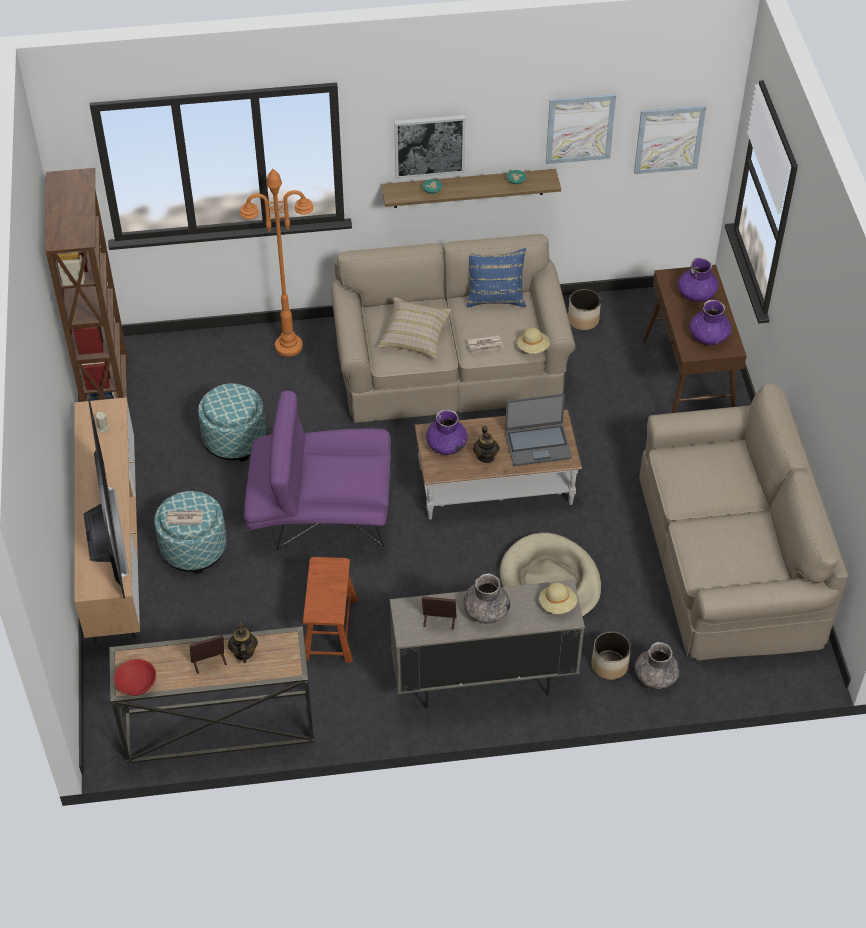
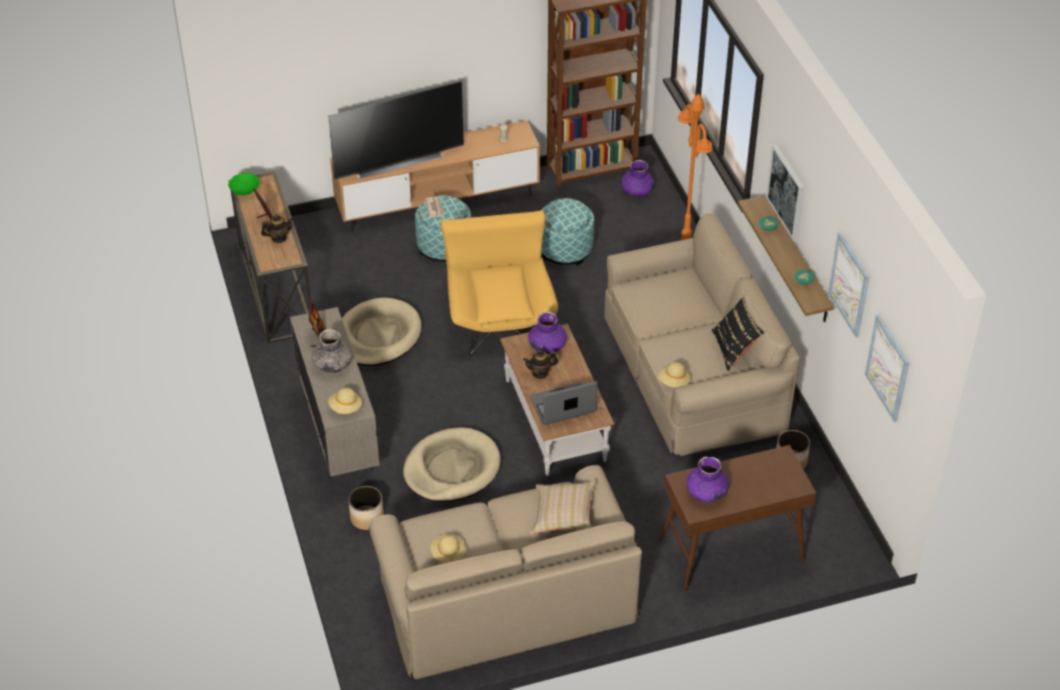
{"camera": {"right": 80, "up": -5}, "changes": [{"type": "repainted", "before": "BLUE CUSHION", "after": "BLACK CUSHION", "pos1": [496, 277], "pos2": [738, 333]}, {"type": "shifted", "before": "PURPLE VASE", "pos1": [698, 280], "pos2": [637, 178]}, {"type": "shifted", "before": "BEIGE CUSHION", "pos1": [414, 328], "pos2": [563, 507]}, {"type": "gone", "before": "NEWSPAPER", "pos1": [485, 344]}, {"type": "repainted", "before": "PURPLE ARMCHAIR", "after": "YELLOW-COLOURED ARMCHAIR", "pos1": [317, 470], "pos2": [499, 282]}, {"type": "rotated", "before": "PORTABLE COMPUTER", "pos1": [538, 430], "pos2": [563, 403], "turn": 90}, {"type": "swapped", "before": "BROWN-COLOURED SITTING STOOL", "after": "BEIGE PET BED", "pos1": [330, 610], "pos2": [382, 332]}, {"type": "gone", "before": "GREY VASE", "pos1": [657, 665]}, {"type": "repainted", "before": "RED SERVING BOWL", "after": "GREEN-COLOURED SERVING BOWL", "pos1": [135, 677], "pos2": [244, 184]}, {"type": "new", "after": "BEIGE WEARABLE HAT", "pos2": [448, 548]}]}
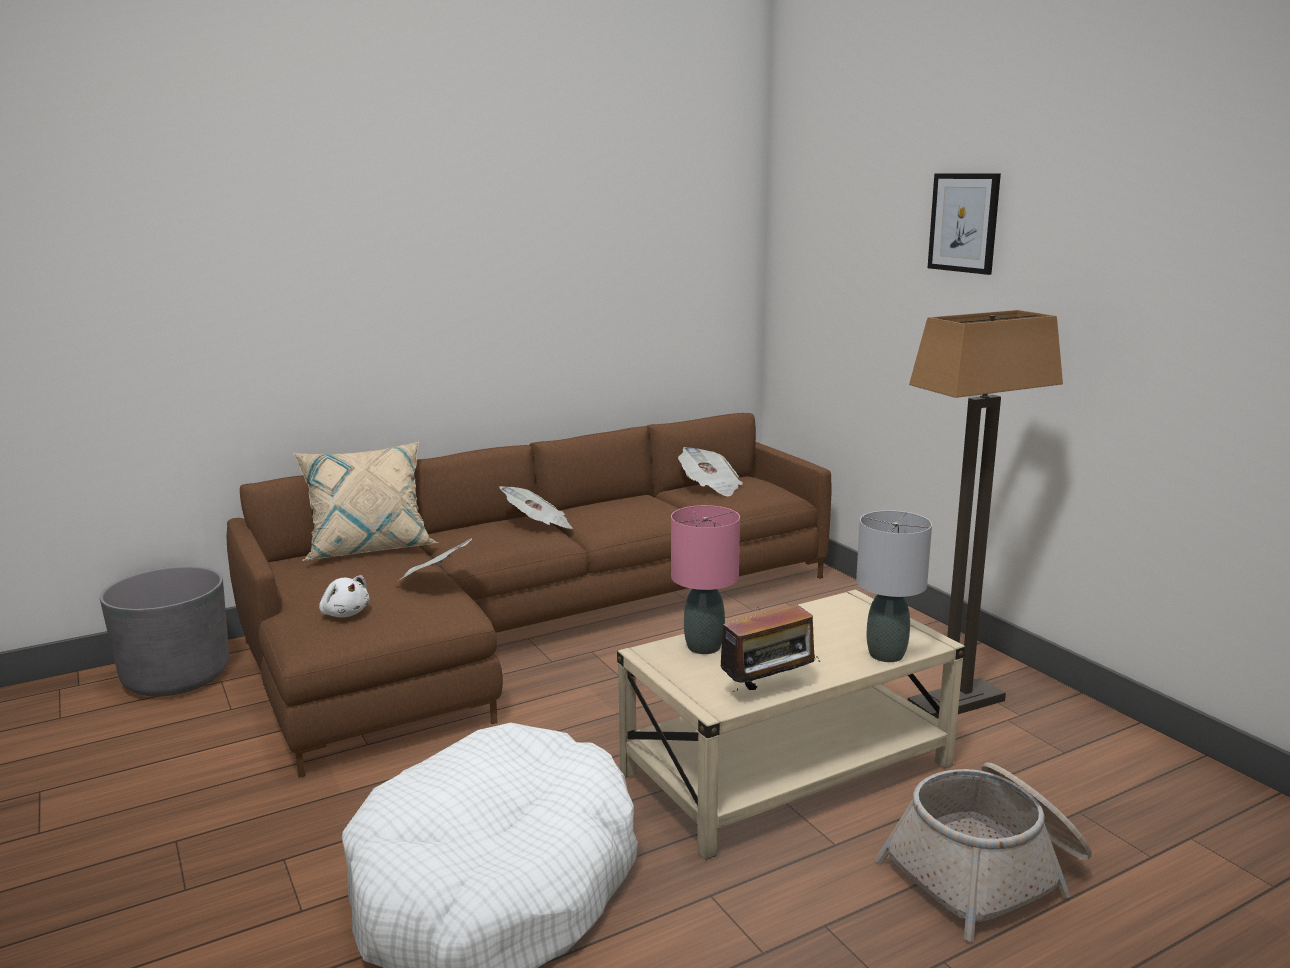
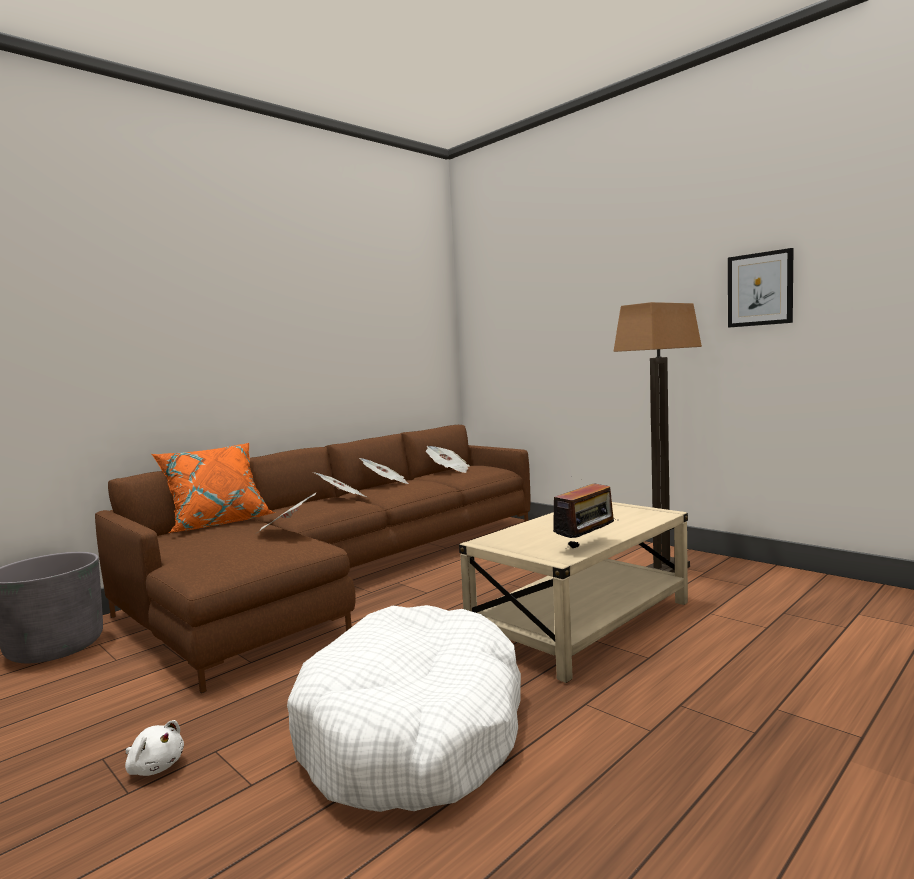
{"camera": {"right": -15, "up": -10}, "changes": [{"type": "shifted", "before": "WALL ART", "pos1": [964, 224], "pos2": [760, 288]}, {"type": "repainted", "before": "BEIGE CUSHION", "after": "ORANGE-COLOURED CUSHION", "pos1": [365, 501], "pos2": [213, 488]}, {"type": "gone", "before": "PINK TABLETOP LAMP", "pos1": [705, 579]}, {"type": "gone", "before": "GREY TABLETOP LAMP", "pos1": [894, 586]}, {"type": "shifted", "before": "WHITISH SOFT TOY", "pos1": [344, 596], "pos2": [154, 748]}, {"type": "gone", "before": "HOUSEHOLD BASKET", "pos1": [983, 851]}, {"type": "new", "after": "NEWSPAPER", "pos2": [384, 471]}]}
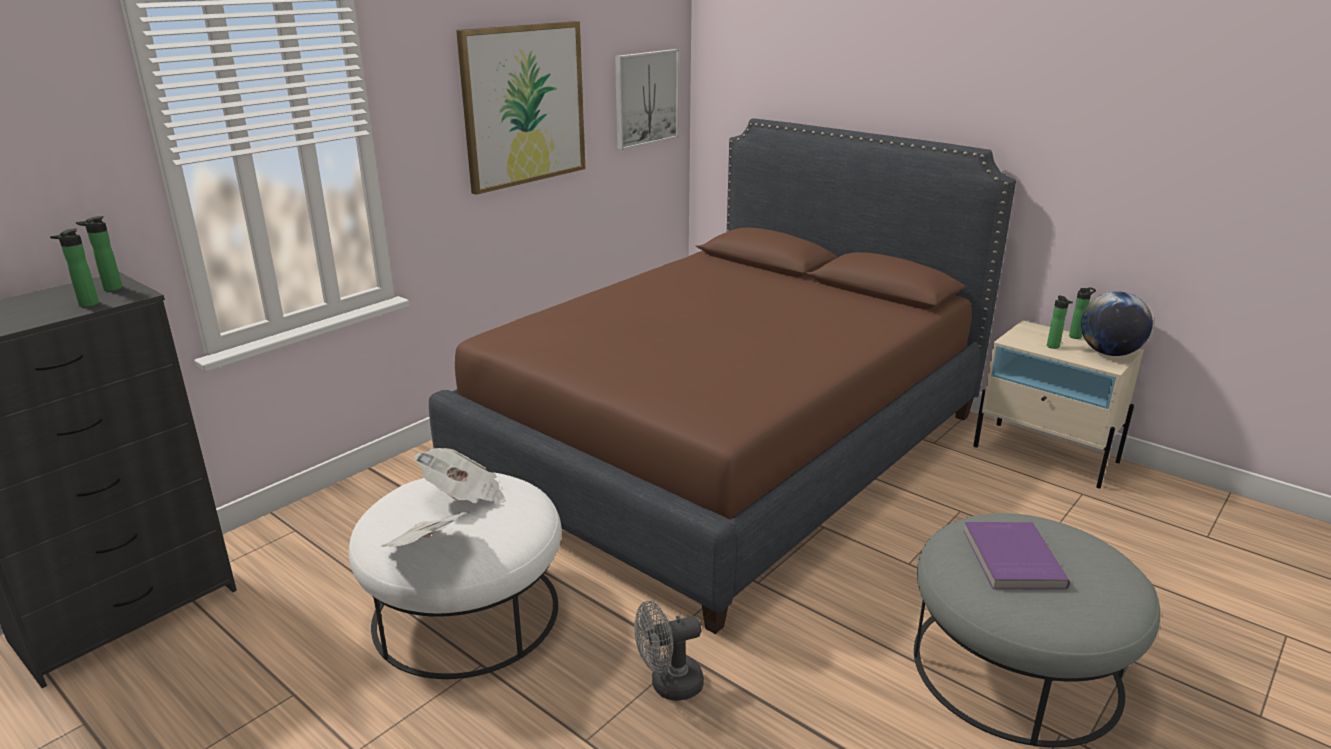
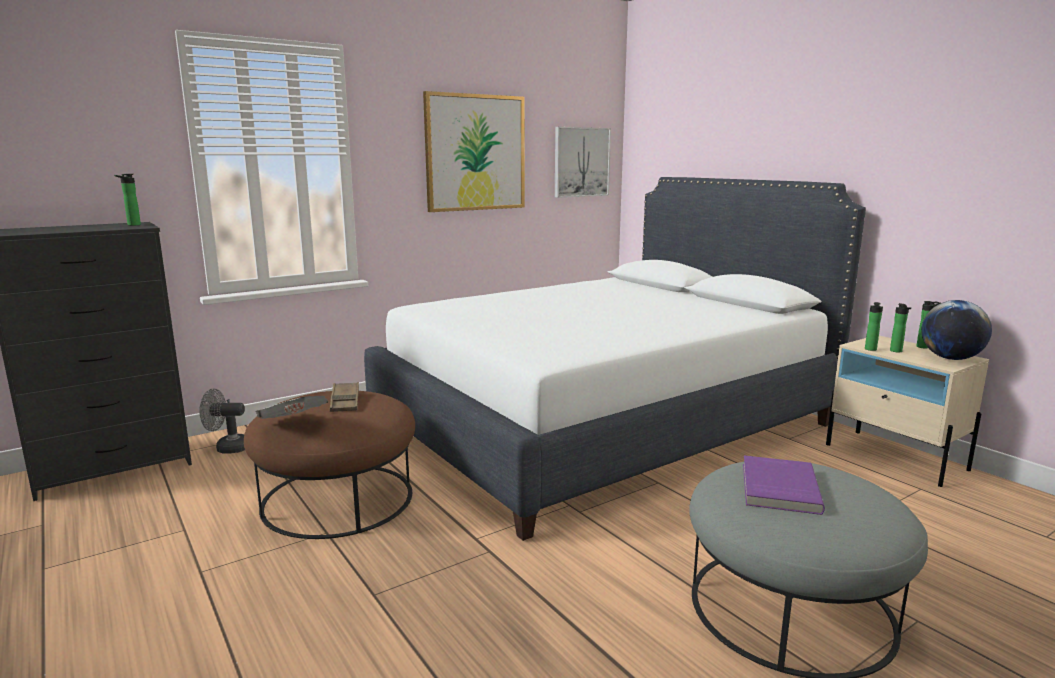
{"camera": {"right": 15, "up": -10}, "changes": [{"type": "repainted", "before": "BROWN-COLOURED BED", "after": "WHITISH BED", "pos1": [722, 376], "pos2": [615, 359]}, {"type": "shifted", "before": "BOTTLE", "pos1": [74, 267], "pos2": [874, 326]}, {"type": "swapped", "before": "NEWSPAPER", "after": "BROWN-COLOURED CARRYING TRAY", "pos1": [460, 475], "pos2": [344, 397]}, {"type": "repainted", "before": "WHITISH POUFFE", "after": "BROWN-COLOURED POUFFE", "pos1": [455, 575], "pos2": [329, 465]}, {"type": "shifted", "before": "GREY COOLING FAN", "pos1": [669, 651], "pos2": [222, 421]}]}
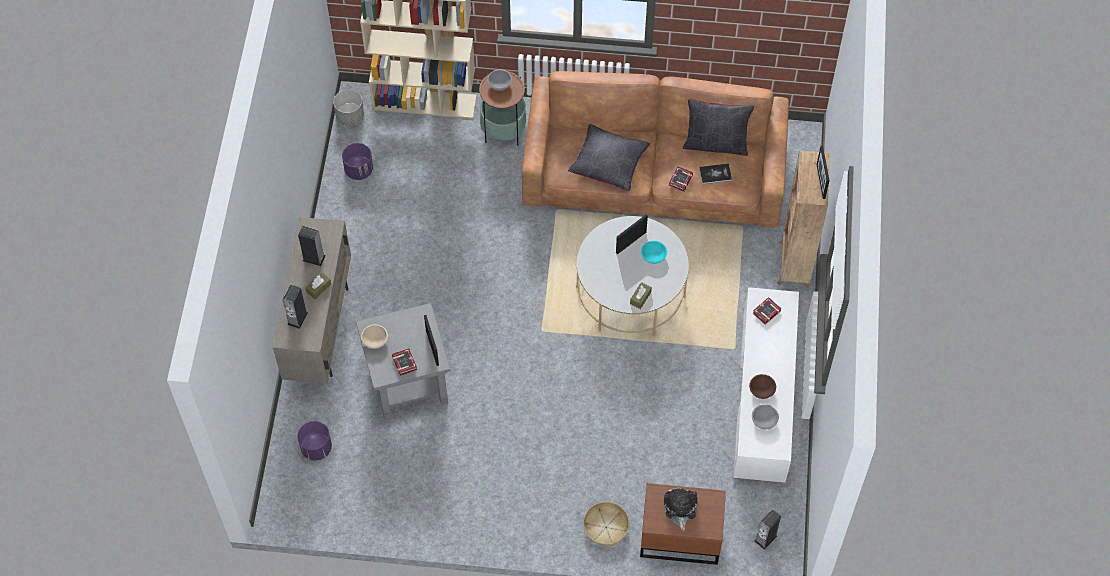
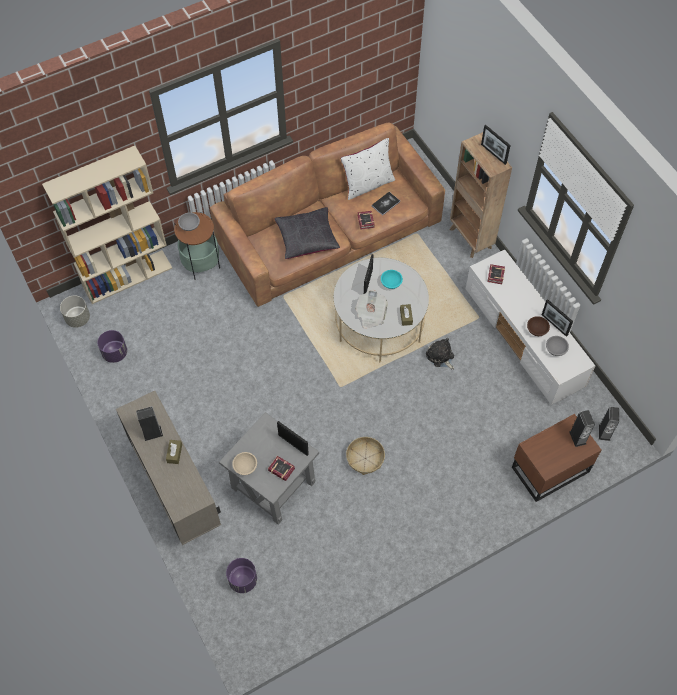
{"camera": {"right": -35, "up": 0}, "changes": [{"type": "repainted", "before": "BLACK CUSHION", "after": "WHITISH CUSHION", "pos1": [718, 127], "pos2": [368, 169]}, {"type": "shifted", "before": "LOUDSPEAKER", "pos1": [295, 307], "pos2": [582, 428]}, {"type": "shifted", "before": "SOFT TOY", "pos1": [680, 509], "pos2": [440, 354]}, {"type": "shifted", "before": "HOUSEHOLD BASKET", "pos1": [606, 523], "pos2": [365, 456]}, {"type": "new", "after": "NEWSPAPER", "pos2": [371, 309]}, {"type": "new", "after": "PICTURE FRAME", "pos2": [557, 318]}]}
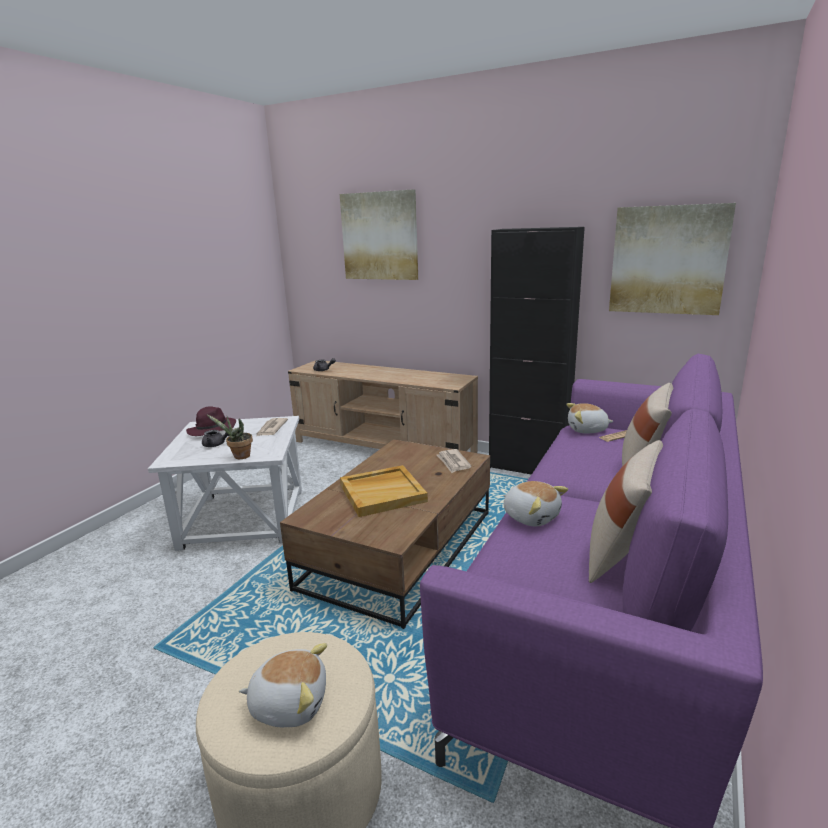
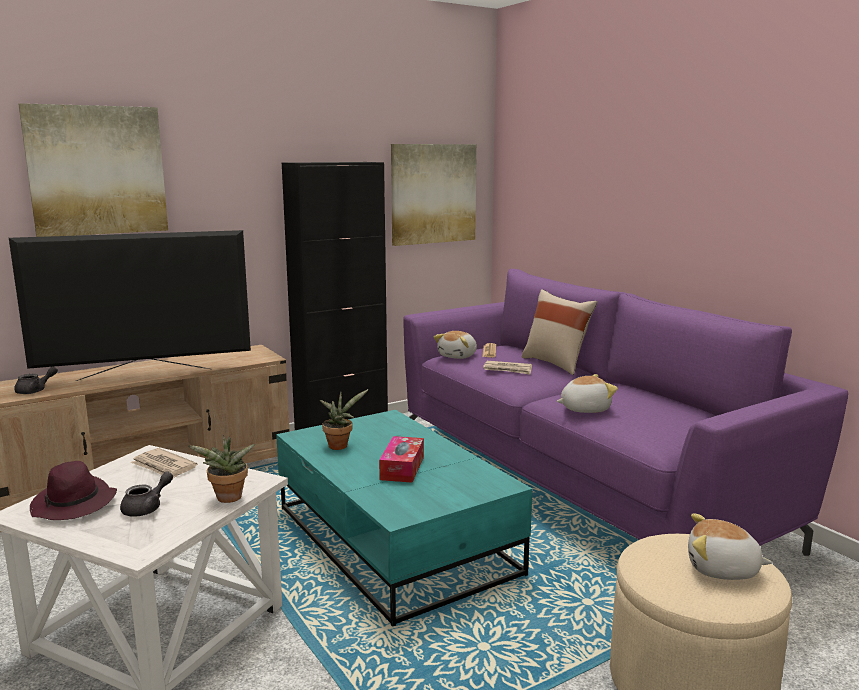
{"camera": {"right": -60, "up": -5}, "changes": [{"type": "repainted", "before": "BROWN-COLOURED LOW TABLE", "after": "TURQUOISE LOW TABLE", "pos1": [385, 534], "pos2": [404, 518]}, {"type": "gone", "before": "BEIGE CUSHION", "pos1": [626, 511]}, {"type": "shifted", "before": "NEWSPAPER", "pos1": [454, 461], "pos2": [507, 368]}, {"type": "swapped", "before": "BEIGE CARRYING TRAY", "after": "TISSUE BOX", "pos1": [384, 491], "pos2": [401, 459]}, {"type": "rotated", "before": "SOFT TOY", "pos1": [283, 685], "pos2": [730, 546], "turn": -105}, {"type": "new", "after": "TELEVISION", "pos2": [130, 305]}, {"type": "new", "after": "HOUSEPLANT", "pos2": [344, 419]}]}
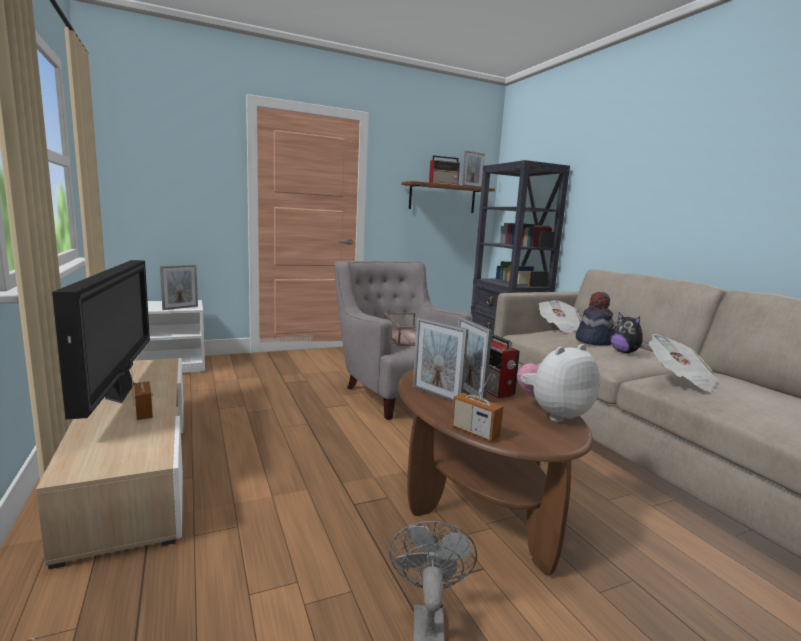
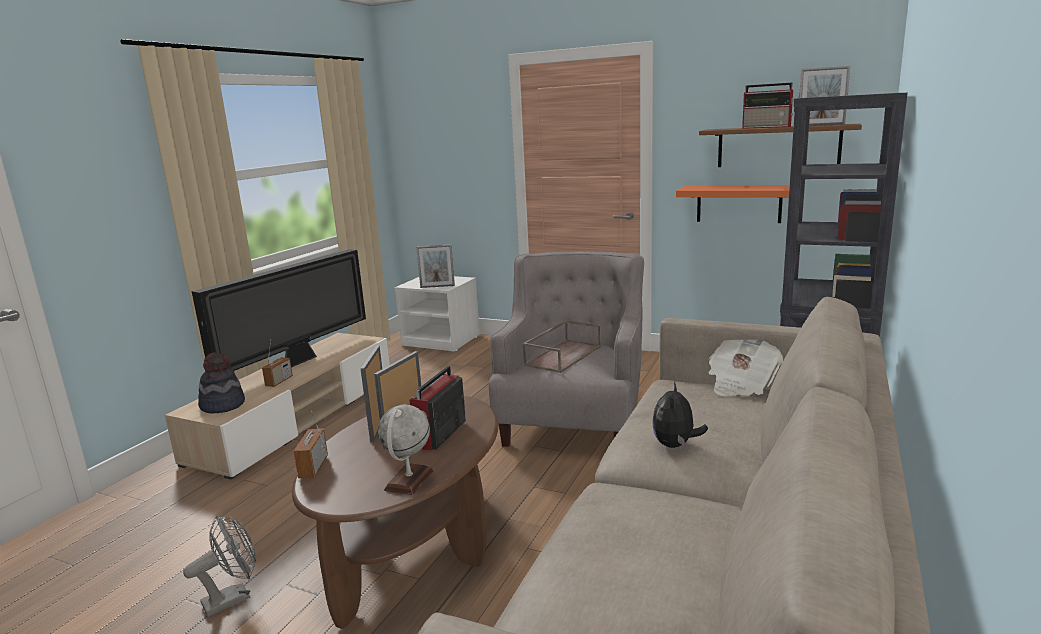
{"camera": {"right": 50, "up": 5}, "changes": [{"type": "shifted", "before": "WEARABLE HAT", "pos1": [595, 319], "pos2": [221, 382]}, {"type": "gone", "before": "NEWSPAPER", "pos1": [684, 363]}, {"type": "swapped", "before": "SOFT TOY", "after": "GLOBE", "pos1": [558, 383], "pos2": [406, 450]}, {"type": "new", "after": "ORANGE-COLOURED BRACKET SHELF", "pos2": [733, 204]}]}
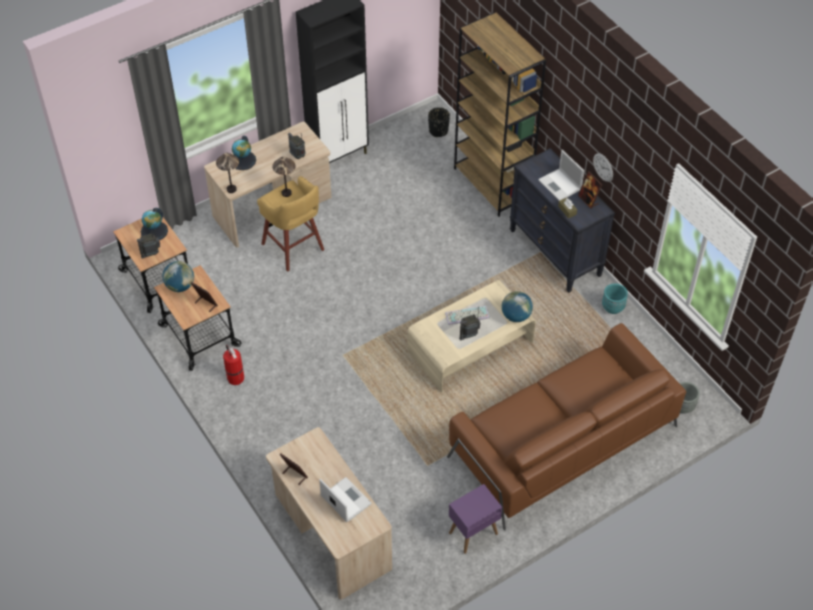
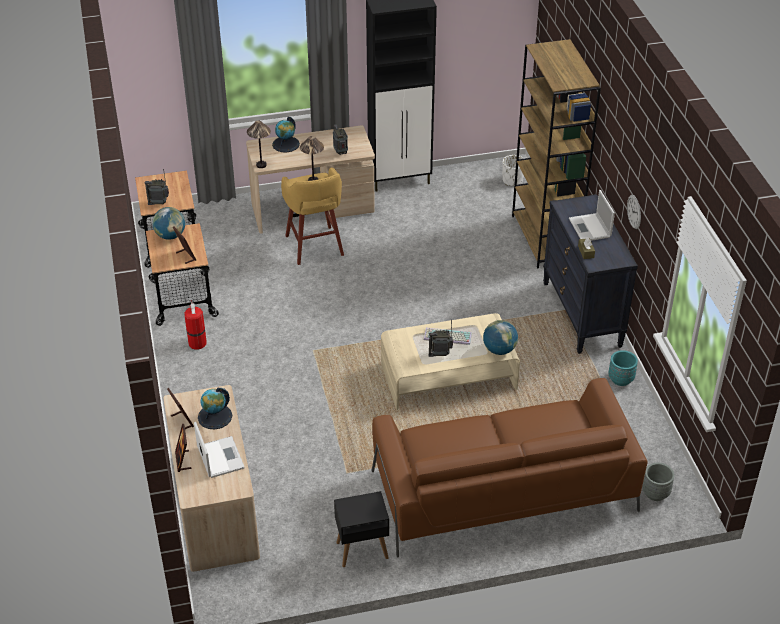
{"camera": {"right": 20, "up": -10}, "changes": [{"type": "repainted", "before": "BLACK PLANTER", "after": "WHITISH PLANTER", "pos1": [439, 122], "pos2": [513, 170]}, {"type": "shifted", "before": "PICTURE FRAME", "pos1": [590, 190], "pos2": [183, 448]}, {"type": "shifted", "before": "GLOBE", "pos1": [154, 224], "pos2": [215, 408]}, {"type": "repainted", "before": "PURPLE END TABLE", "after": "BLACK END TABLE", "pos1": [475, 519], "pos2": [361, 529]}]}
